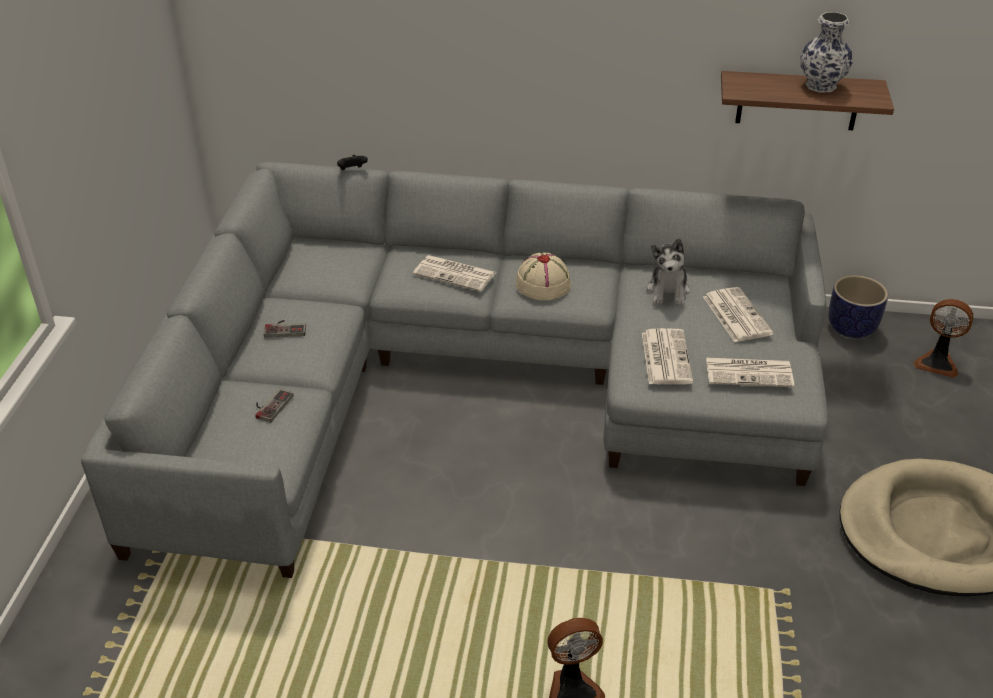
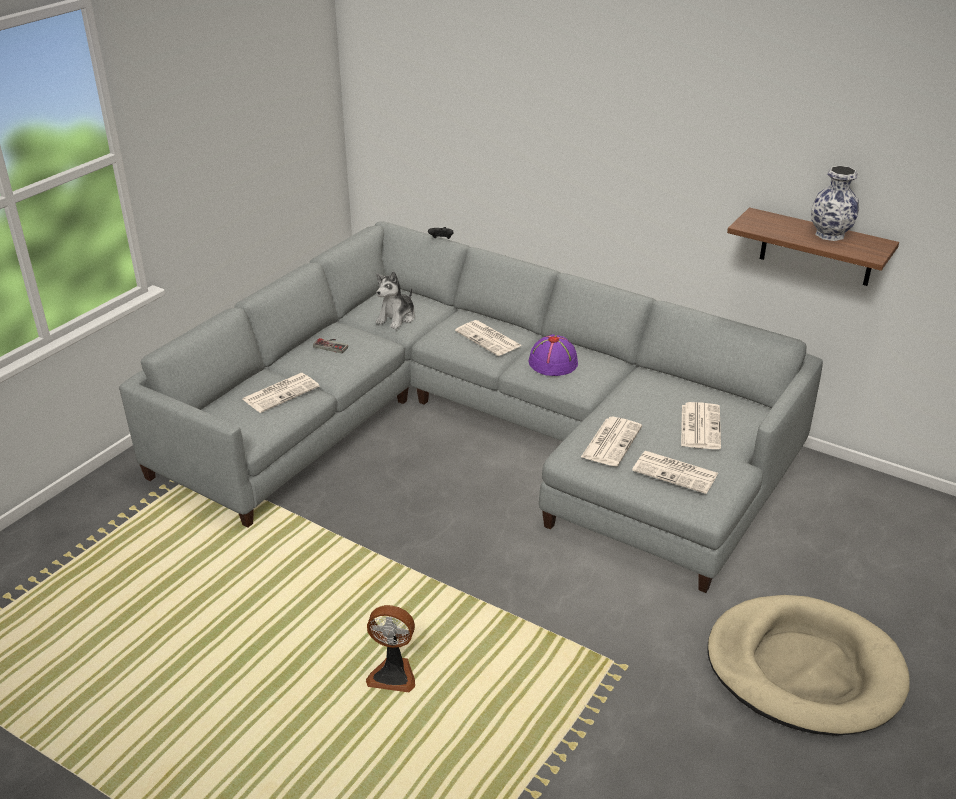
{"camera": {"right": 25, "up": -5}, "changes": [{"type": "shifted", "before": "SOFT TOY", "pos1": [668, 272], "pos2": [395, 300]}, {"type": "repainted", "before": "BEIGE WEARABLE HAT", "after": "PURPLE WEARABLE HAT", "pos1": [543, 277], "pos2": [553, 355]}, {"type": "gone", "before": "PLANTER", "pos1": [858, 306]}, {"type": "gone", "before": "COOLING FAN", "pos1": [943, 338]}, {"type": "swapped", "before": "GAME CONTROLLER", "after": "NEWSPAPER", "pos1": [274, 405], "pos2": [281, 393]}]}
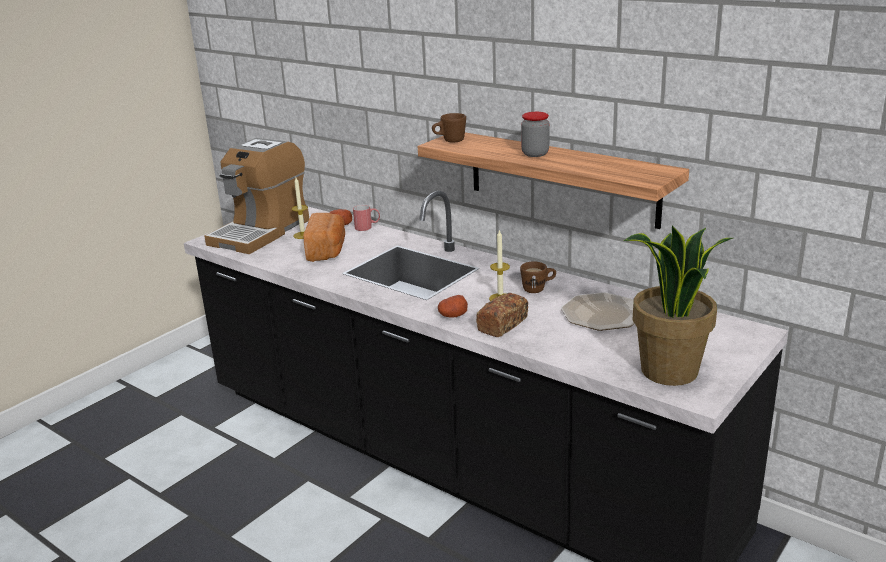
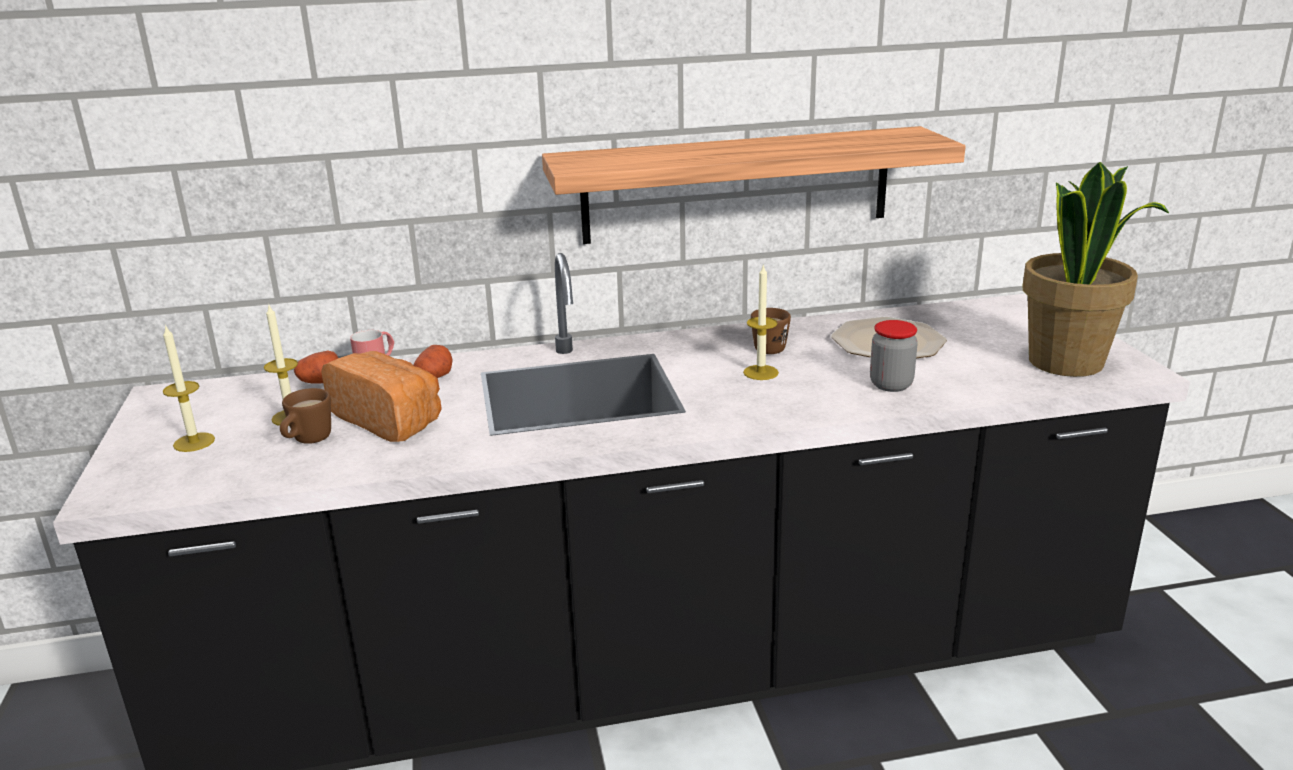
{"camera": {"right": -50, "up": 0}, "changes": [{"type": "shifted", "before": "PRESERVE JAR", "pos1": [535, 134], "pos2": [894, 356]}, {"type": "shifted", "before": "BROWN-COLOURED TEA MUG", "pos1": [449, 127], "pos2": [305, 416]}, {"type": "swapped", "before": "COFFEE MAKER", "after": "WAX CANDLE", "pos1": [256, 196], "pos2": [189, 388]}, {"type": "gone", "before": "BAKED BREAD", "pos1": [502, 315]}, {"type": "shifted", "before": "WHOLE POTATO", "pos1": [453, 306], "pos2": [433, 361]}]}
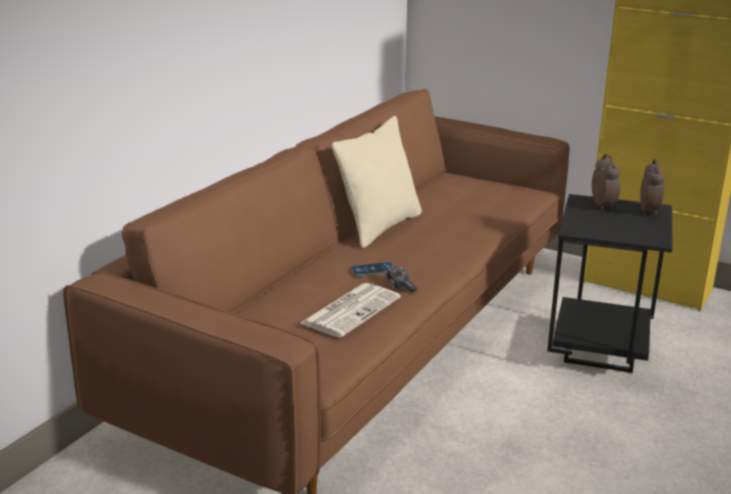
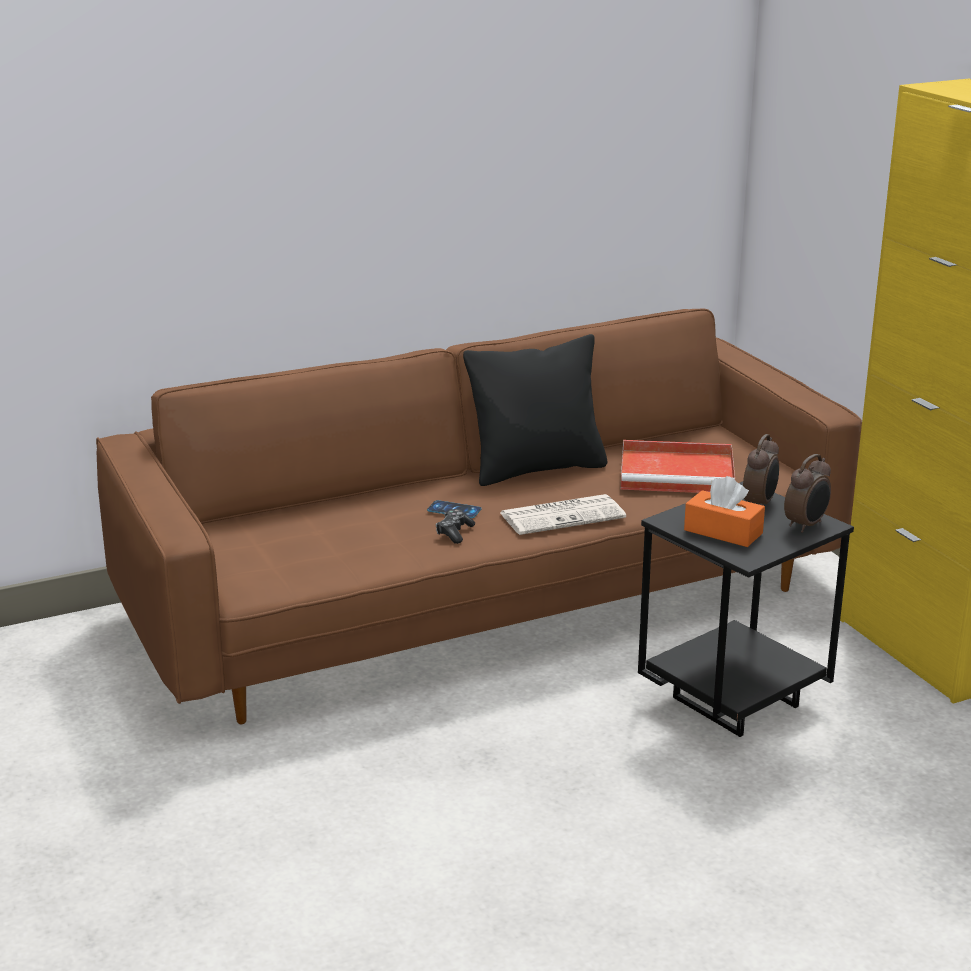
{"camera": {"right": 35, "up": 0}, "changes": [{"type": "repainted", "before": "BEIGE CUSHION", "after": "BLACK CUSHION", "pos1": [377, 182], "pos2": [535, 410]}, {"type": "shifted", "before": "NEWSPAPER", "pos1": [350, 310], "pos2": [563, 514]}, {"type": "new", "after": "RED CARRYING TRAY", "pos2": [678, 466]}, {"type": "new", "after": "ORANGE-COLOURED TISSUE BOX", "pos2": [724, 511]}]}
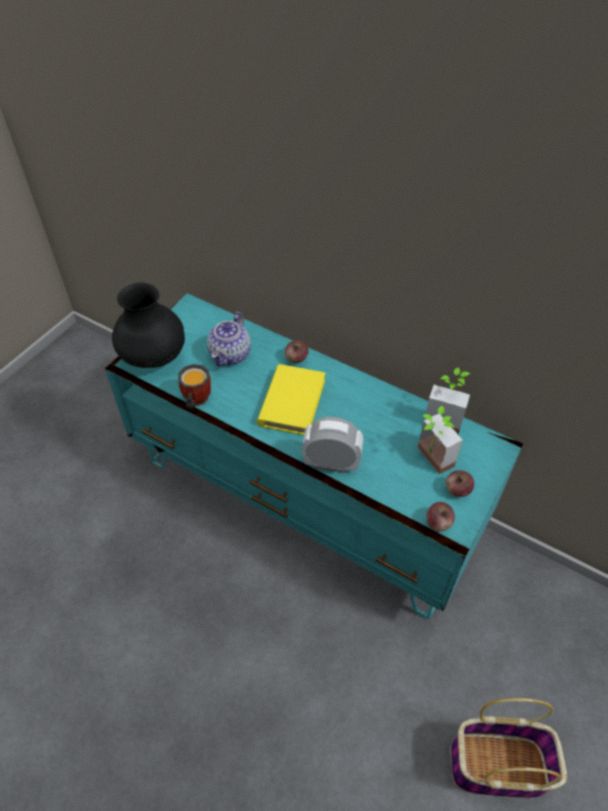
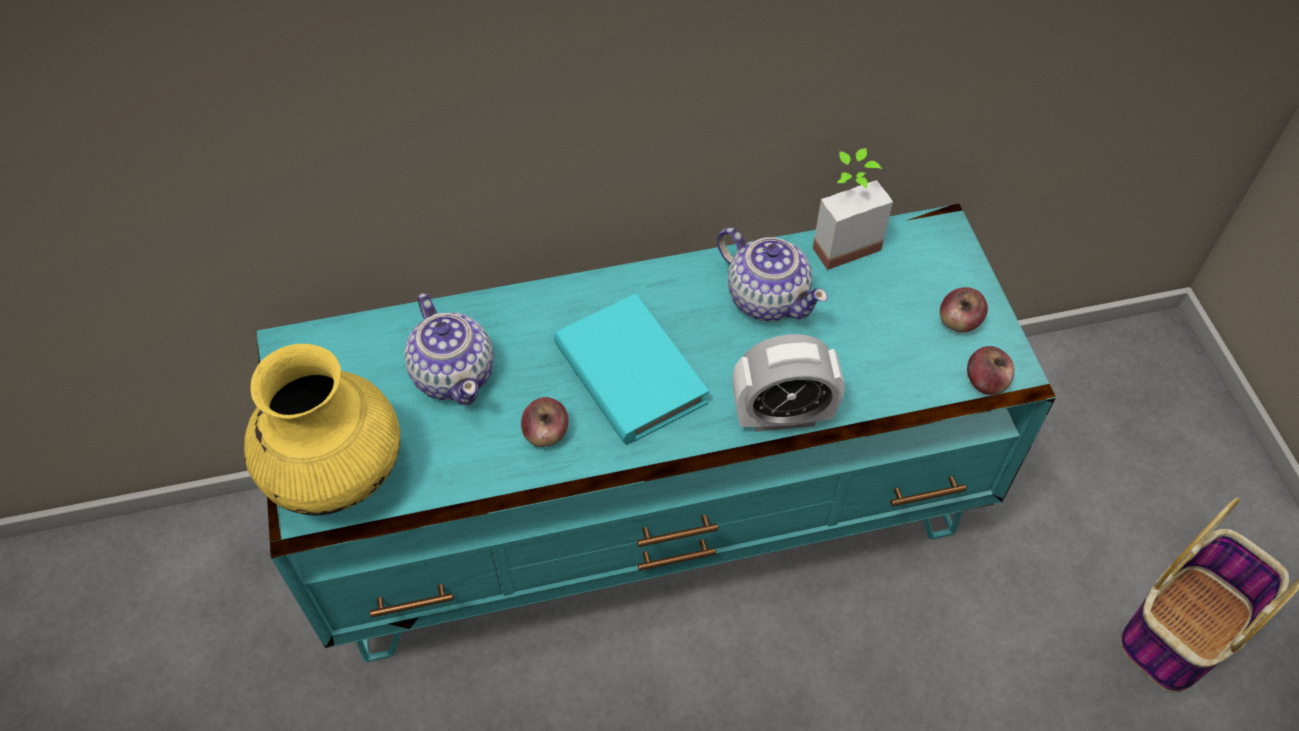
{"camera": {"right": -45, "up": 5}, "changes": [{"type": "repainted", "before": "BLACK VASE", "after": "YELLOW-COLOURED VASE", "pos1": [148, 325], "pos2": [322, 430]}, {"type": "shifted", "before": "APPLE", "pos1": [297, 351], "pos2": [544, 422]}, {"type": "gone", "before": "TEA MUG", "pos1": [194, 387]}, {"type": "repainted", "before": "YELLOW-COLOURED BOUND BOOK", "after": "TURQUOISE BOUND BOOK", "pos1": [291, 399], "pos2": [631, 369]}, {"type": "gone", "before": "HOUSEPLANT", "pos1": [440, 440]}, {"type": "rotated", "before": "TABLE CLOCK", "pos1": [332, 445], "pos2": [788, 383], "turn": -150}, {"type": "new", "after": "POT FOR TEA", "pos2": [772, 274]}]}
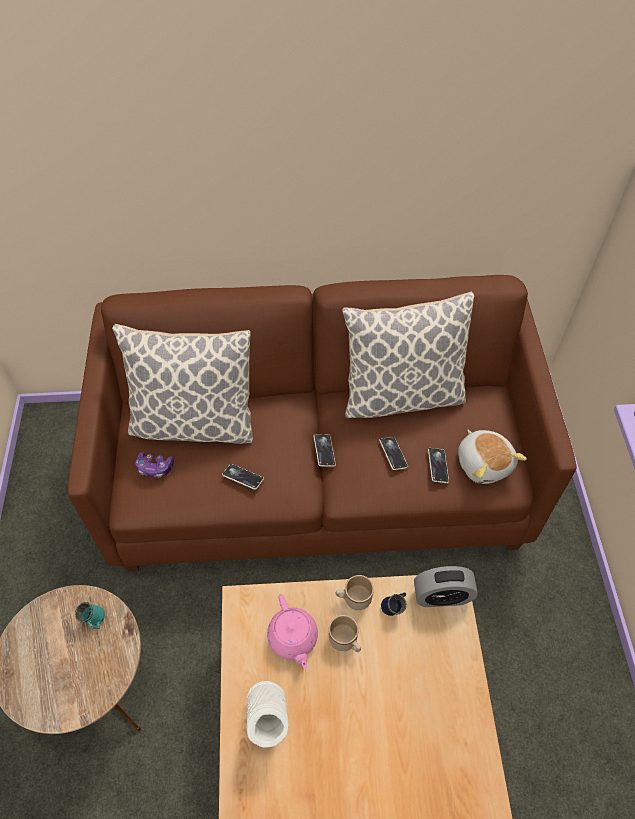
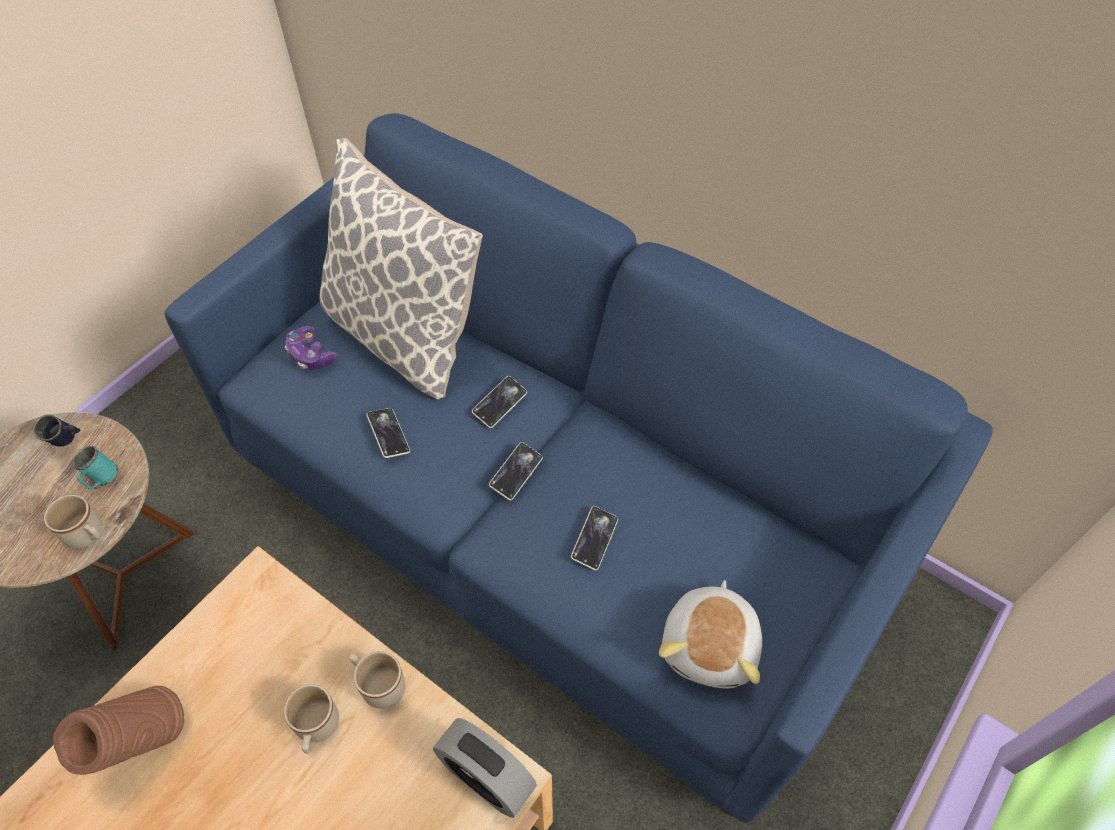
{"camera": {"right": 40, "up": 0}, "changes": [{"type": "repainted", "before": "BROWN-COLOURED COUCH", "after": "BLUE COUCH", "pos1": [322, 423], "pos2": [579, 468]}, {"type": "gone", "before": "CUSHION", "pos1": [408, 355]}, {"type": "shifted", "before": "TELEPHONE", "pos1": [438, 465], "pos2": [499, 402]}, {"type": "shifted", "before": "BLUE TEA MUG", "pos1": [394, 604], "pos2": [56, 430]}, {"type": "gone", "before": "PINK POT FOR TEA", "pos1": [292, 632]}, {"type": "repainted", "before": "WHITISH VASE", "after": "BROWN-COLOURED VASE", "pos1": [268, 714], "pos2": [118, 730]}, {"type": "new", "after": "BEIGE TEA MUG", "pos2": [73, 521]}]}
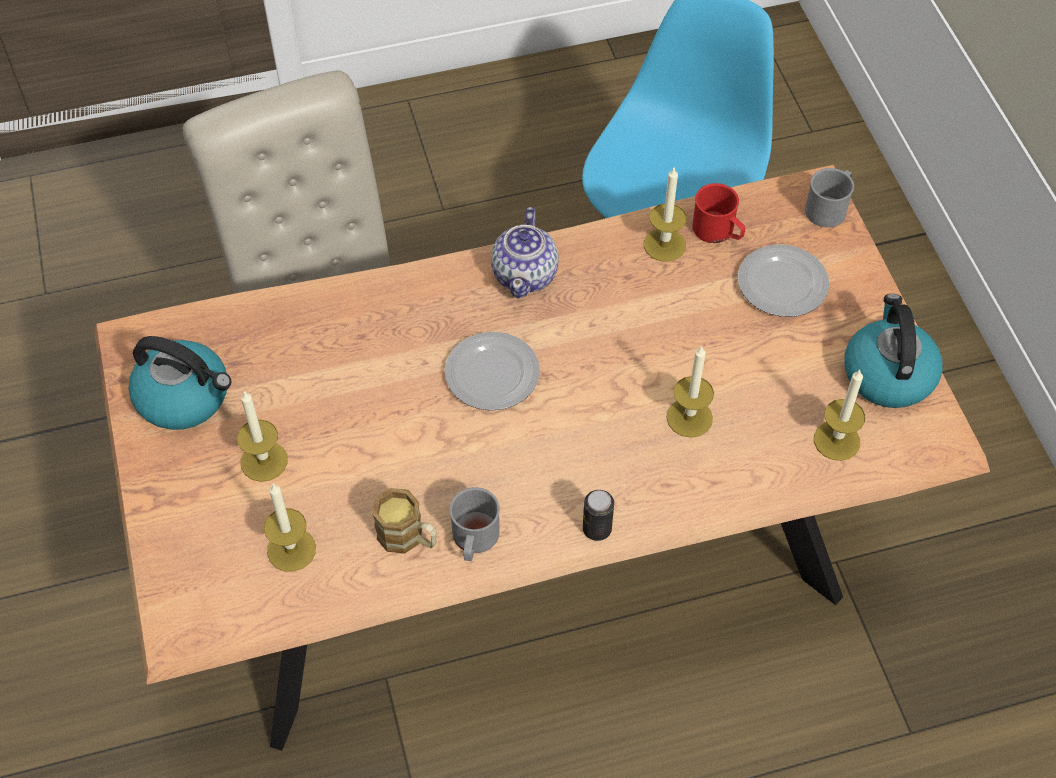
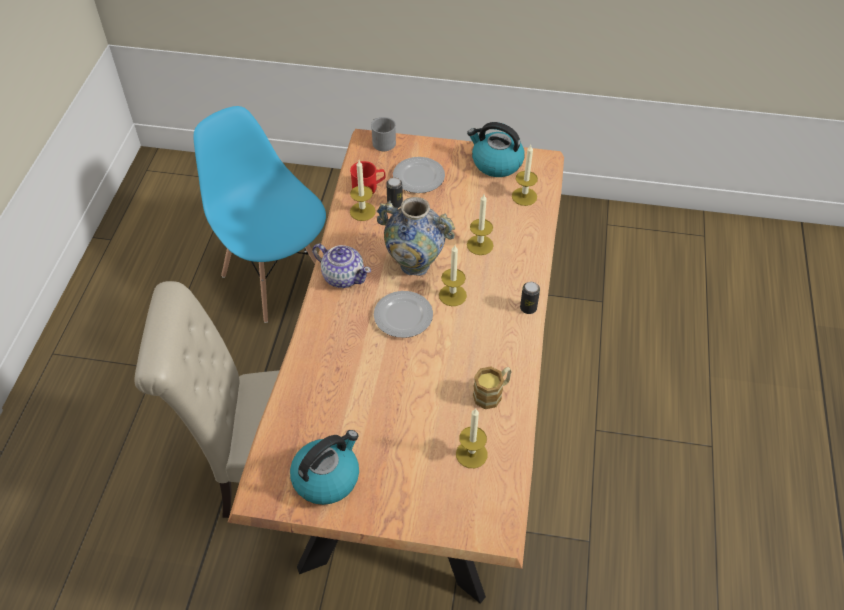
{"camera": {"right": -65, "up": -5}, "changes": [{"type": "shifted", "before": "WAX CANDLE", "pos1": [262, 436], "pos2": [453, 275]}, {"type": "gone", "before": "GREY TEA MUG", "pos1": [474, 524]}, {"type": "new", "after": "SEALED CAN", "pos2": [394, 192]}, {"type": "new", "after": "VASE", "pos2": [416, 236]}]}
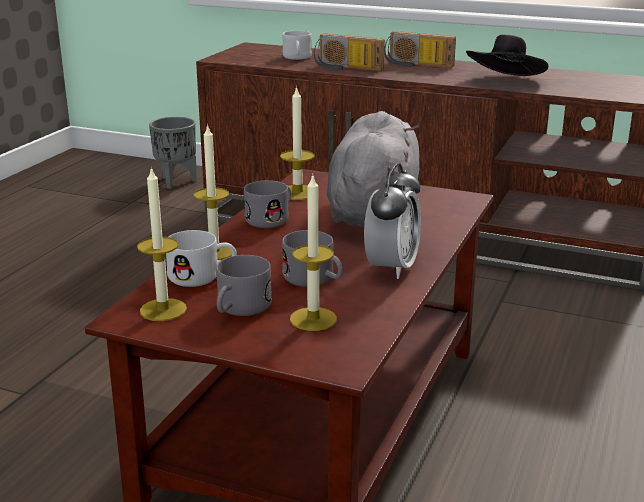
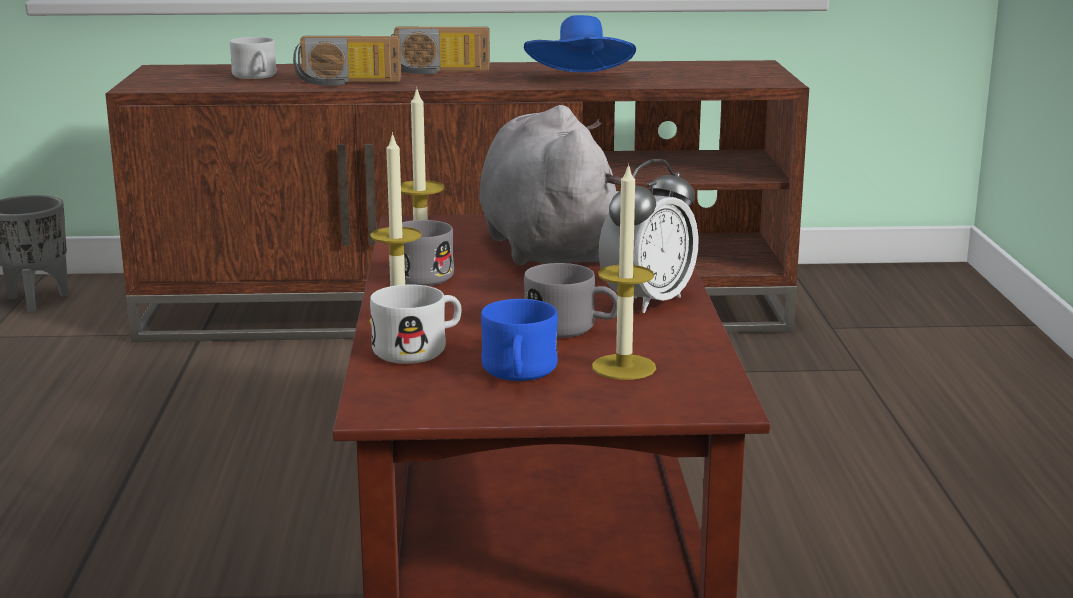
{"camera": {"right": -25, "up": -5}, "changes": [{"type": "repainted", "before": "BLACK WEARABLE HAT", "after": "BLUE WEARABLE HAT", "pos1": [507, 55], "pos2": [580, 43]}, {"type": "rotated", "before": "TABLE CLOCK", "pos1": [392, 221], "pos2": [649, 236], "turn": 45}, {"type": "gone", "before": "WAX CANDLE", "pos1": [162, 243]}, {"type": "repainted", "before": "GREY TEA MUG", "after": "BLUE TEA MUG", "pos1": [244, 285], "pos2": [519, 340]}]}
